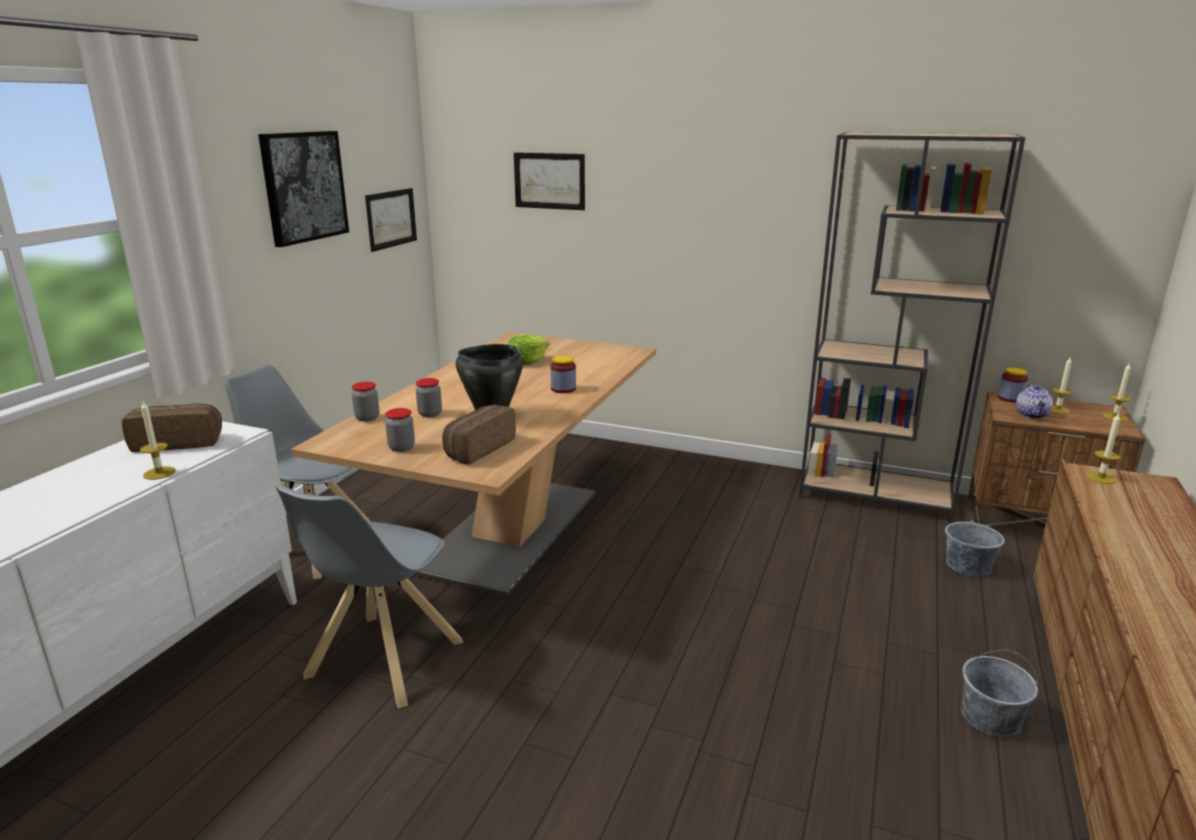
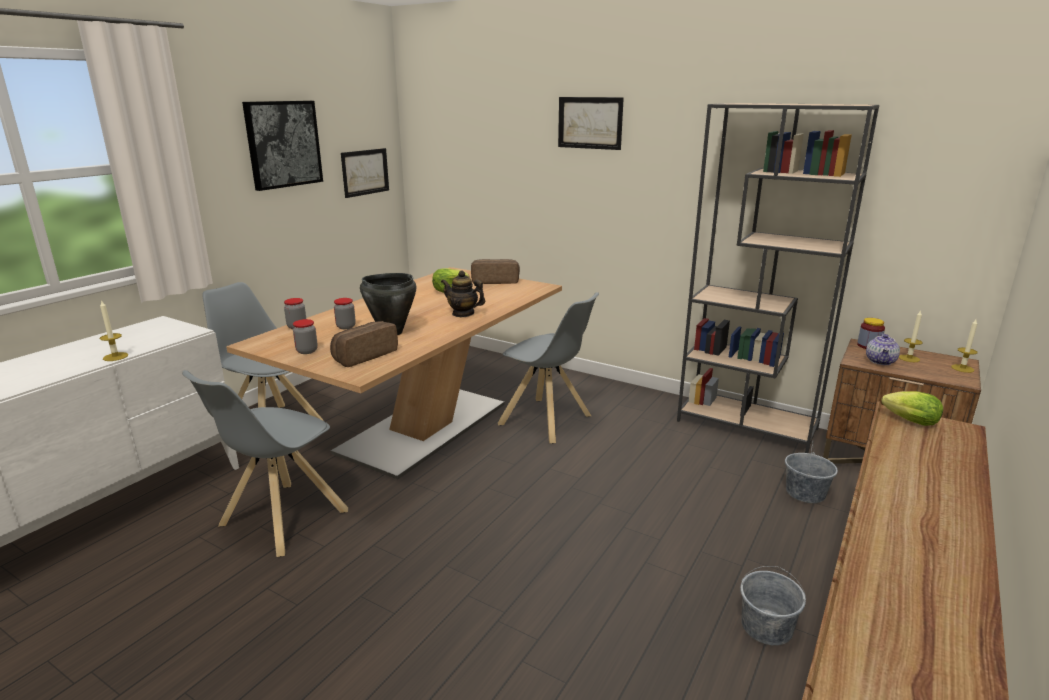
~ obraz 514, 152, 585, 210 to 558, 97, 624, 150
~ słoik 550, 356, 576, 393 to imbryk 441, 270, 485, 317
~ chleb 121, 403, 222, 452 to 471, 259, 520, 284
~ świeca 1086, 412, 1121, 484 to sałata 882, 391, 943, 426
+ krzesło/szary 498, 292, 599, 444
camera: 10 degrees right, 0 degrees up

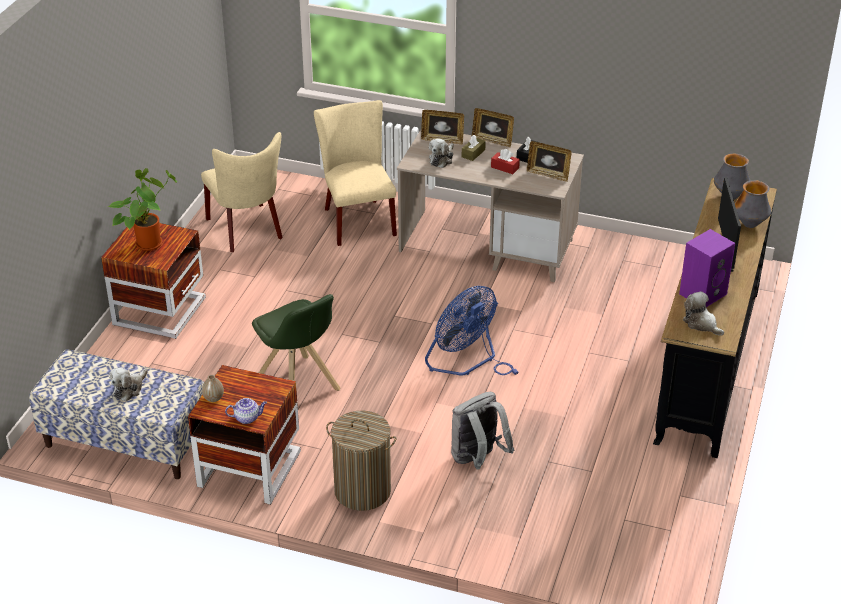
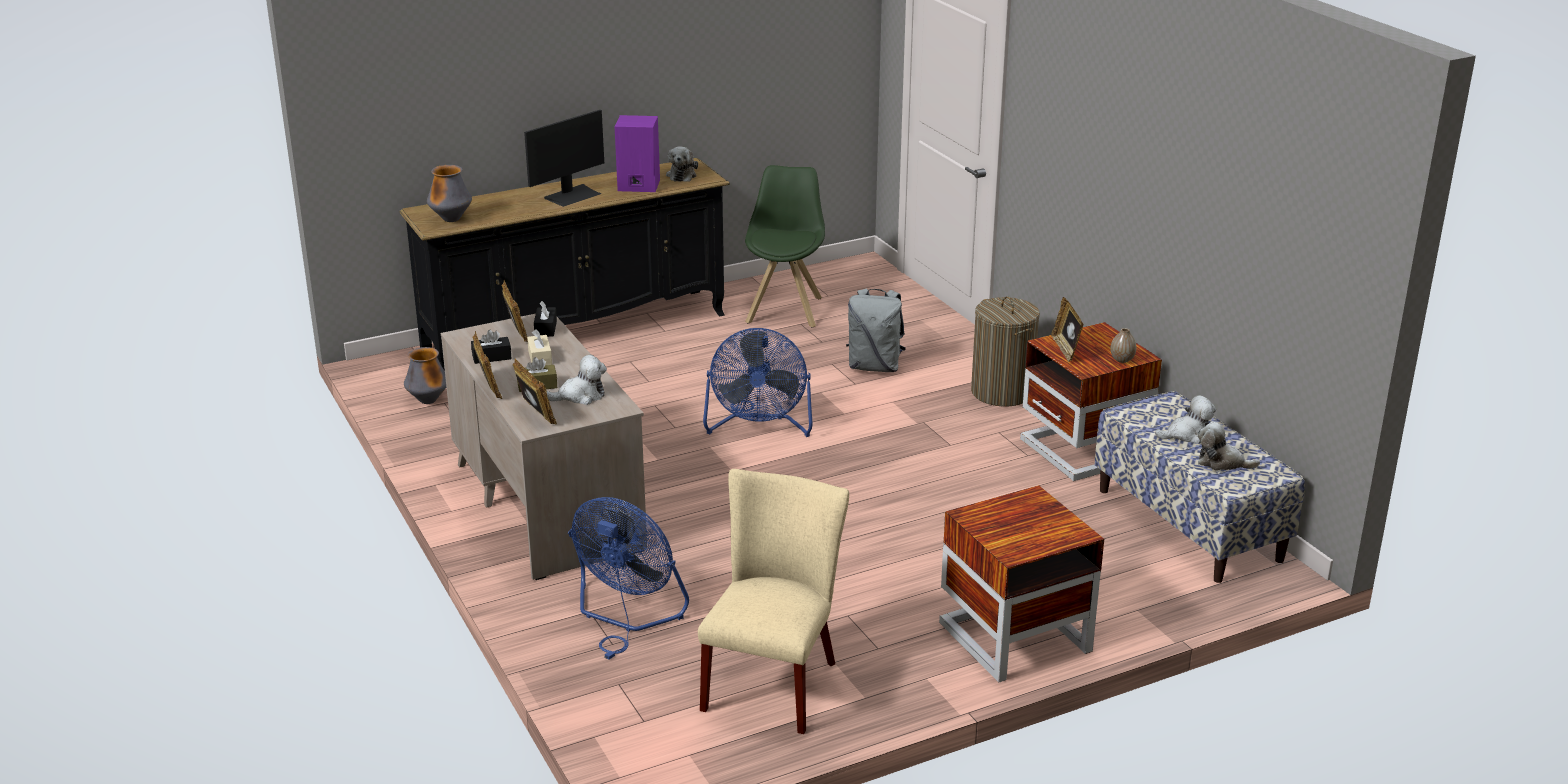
~ krzesło/beżowy 314, 100, 397, 246 to wentylator/niebieski 568, 497, 689, 660
~ pudełko chusteczek/czerwony 491, 149, 520, 174 to pudełko chusteczek/beżowy 527, 329, 552, 365
- roślina doniczkowa 108, 168, 177, 251
~ wazon 735, 180, 771, 228 to 404, 347, 446, 404
~ krzesło/zielony 252, 294, 340, 391 to 745, 165, 825, 328
- imbryk 225, 398, 267, 424
+ ramka na zdjęcie 1051, 297, 1084, 362
+ pudełko chusteczek/czarny 534, 301, 557, 337
+ pluszak 1198, 421, 1260, 471
camera: 135 degrees left, 10 degrees down

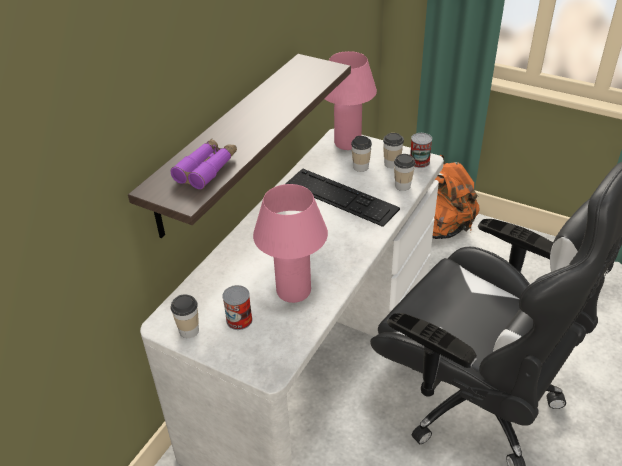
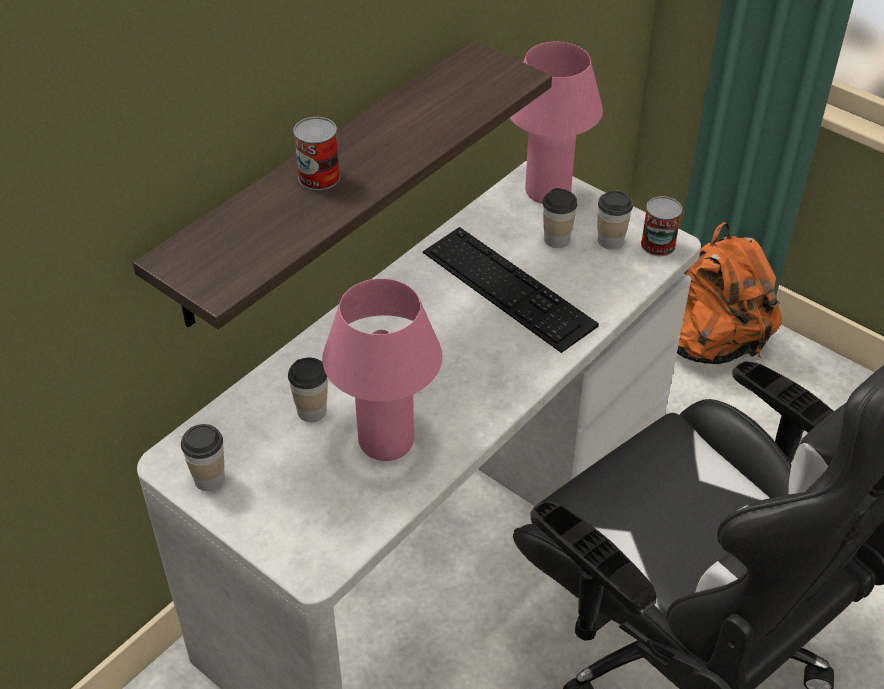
- lornetka/fioletowy 171, 139, 237, 189
~ filiżanka 394, 154, 415, 191 to 288, 357, 328, 422
~ puszka 222, 285, 253, 330 to 293, 117, 340, 190
camera: 10 degrees right, 5 degrees up

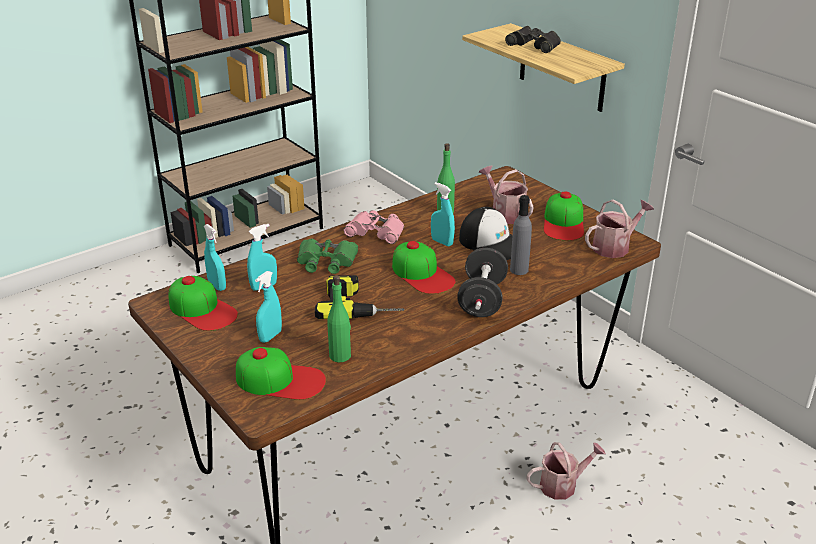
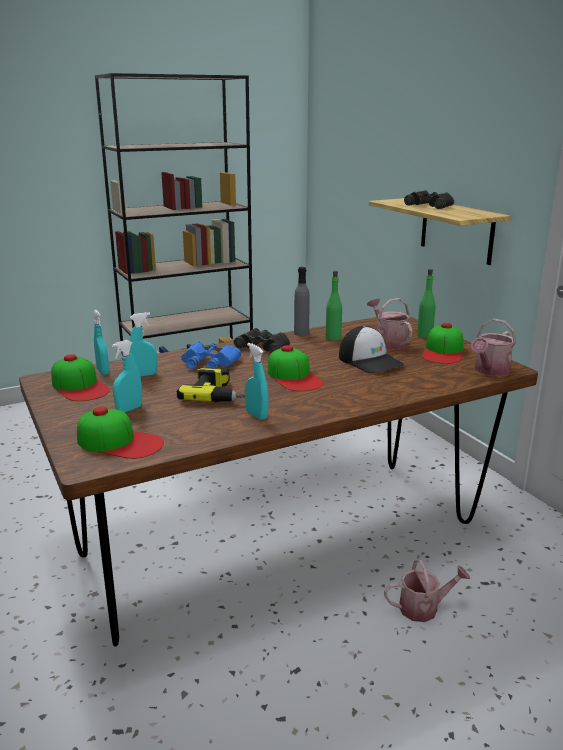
~ spryskiwacz/turkusowy 431, 182, 455, 246 to 245, 343, 269, 420
~ butelka/szary 510, 195, 532, 275 to 294, 267, 310, 336
~ konewka 585, 199, 654, 258 = 471, 318, 516, 376 150 degrees clockwise
~ lornetka/różowy 344, 210, 404, 244 to lornetka/czarny 234, 328, 290, 353
~ lornetka/zielony 297, 239, 358, 274 to lornetka/niebieski 181, 342, 241, 369
- hantel/czarny 457, 248, 508, 317
~ butelka/zielony 327, 275, 351, 362 to 417, 269, 435, 338
camera: 10 degrees right, 10 degrees down

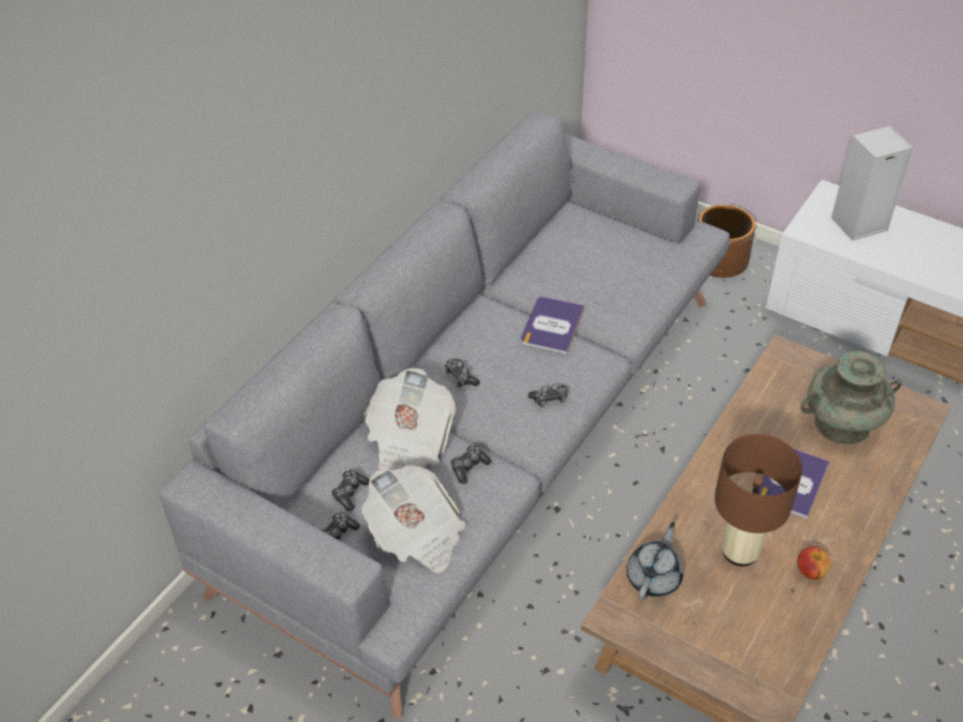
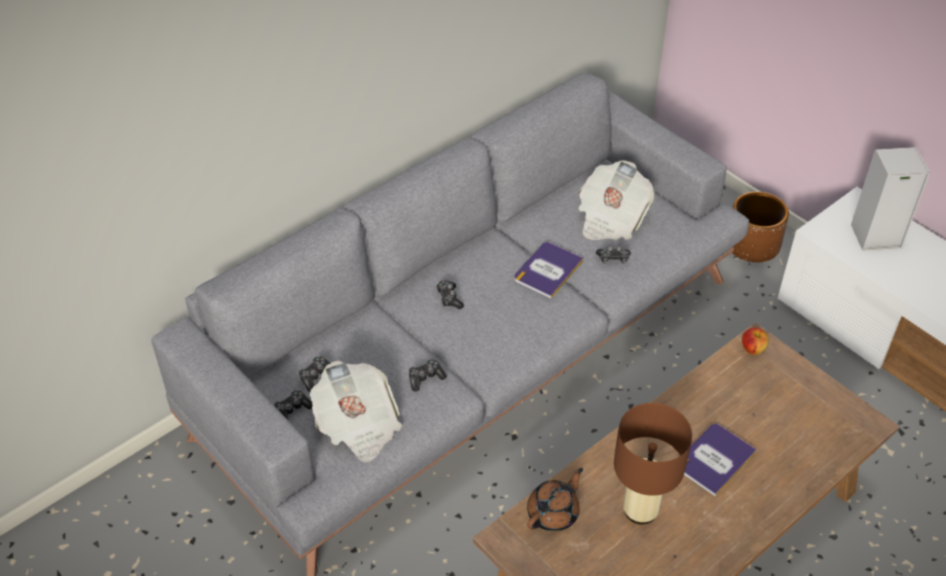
- wazon/turkusowy 800, 351, 902, 445
~ gazeta 364, 368, 456, 470 to 578, 160, 654, 240
~ pad do gier 528, 384, 568, 408 to 596, 246, 631, 264
~ imbryk/szary 626, 522, 684, 600 to imbryk/brązowy 527, 468, 583, 532
~ jabłko 797, 546, 830, 580 to 742, 328, 769, 355
camera: 15 degrees right, 0 degrees up

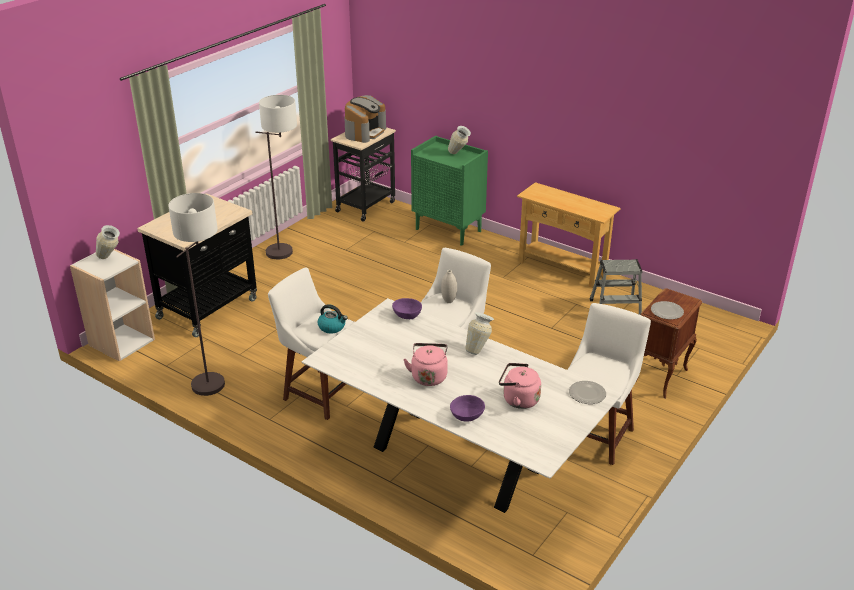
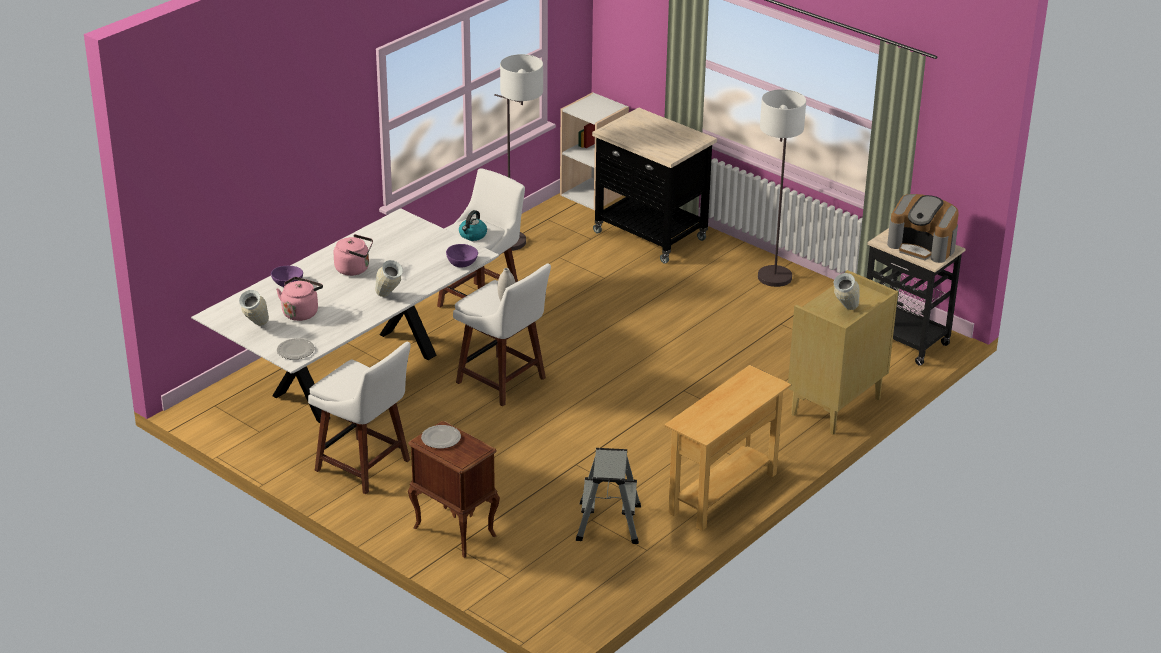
~ szafka/zielony 411, 136, 488, 246 to szafka/beżowy 788, 270, 898, 434
~ wazon 96, 225, 120, 259 to 239, 290, 269, 326
camera: 95 degrees right, 0 degrees up

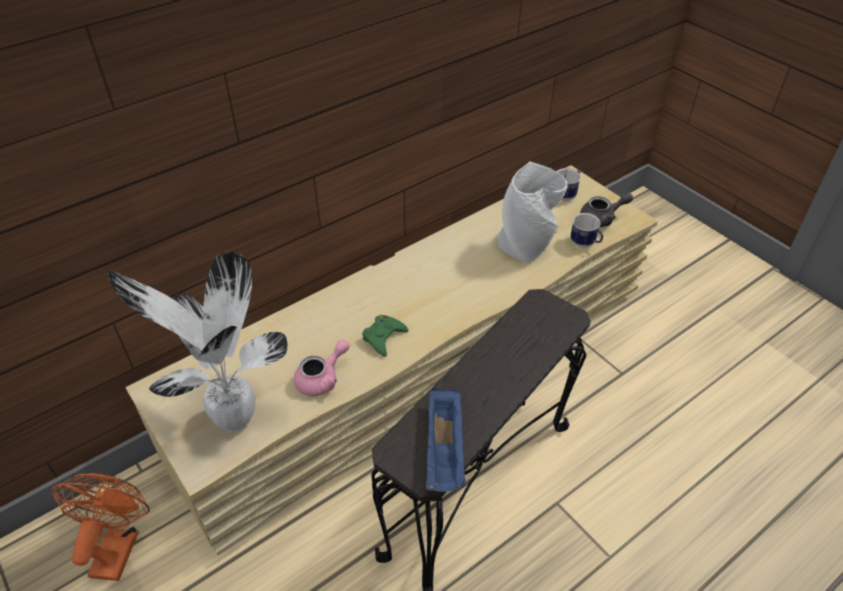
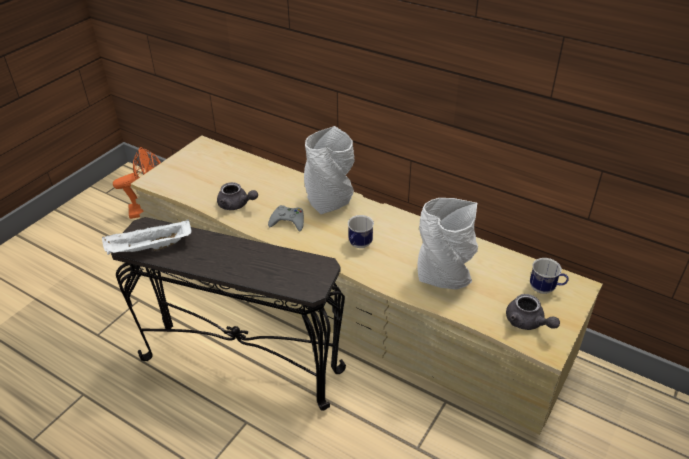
~ kubek 570, 213, 603, 248 to 348, 215, 374, 248
- roślina doniczkowa 108, 252, 288, 432
~ pad do gier/zielony 362, 315, 408, 357 to pad do gier/szary 268, 205, 304, 232
~ imbryk/różowy 294, 340, 349, 396 to imbryk/szary 217, 182, 258, 210
~ taca/niebieski 426, 388, 466, 492 to taca/biały 102, 219, 191, 255
+ wazon/szary 304, 126, 354, 214
camera: 70 degrees right, 5 degrees down

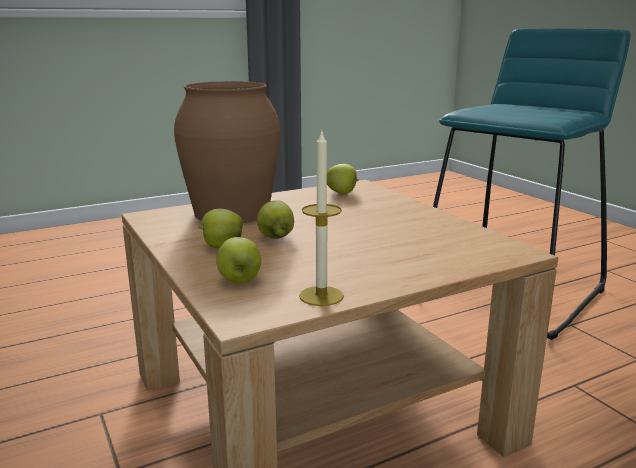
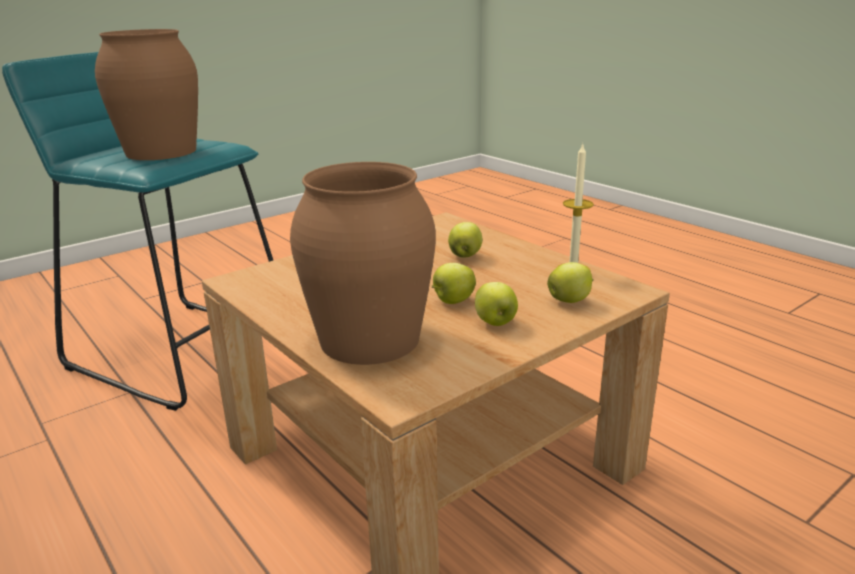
~ jabłko 327, 164, 359, 194 to 448, 222, 482, 258
+ wazon/brązowy 95, 29, 198, 160
camera: 100 degrees left, 5 degrees up

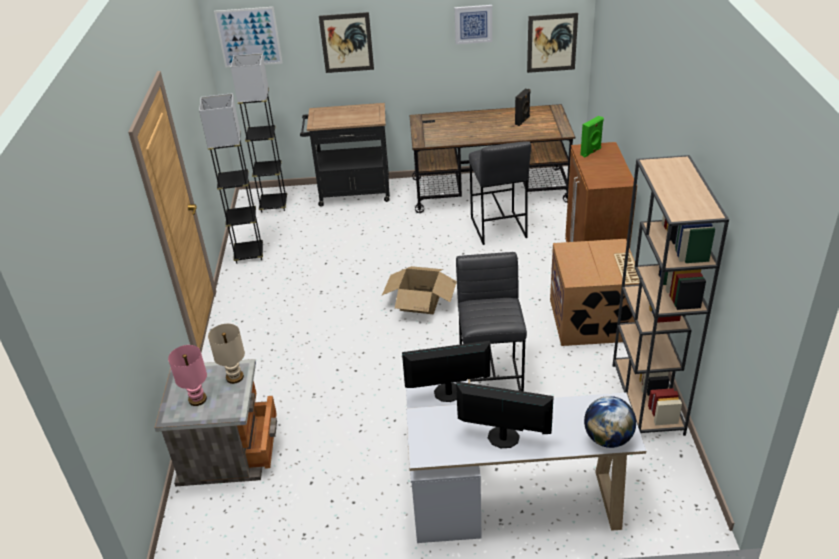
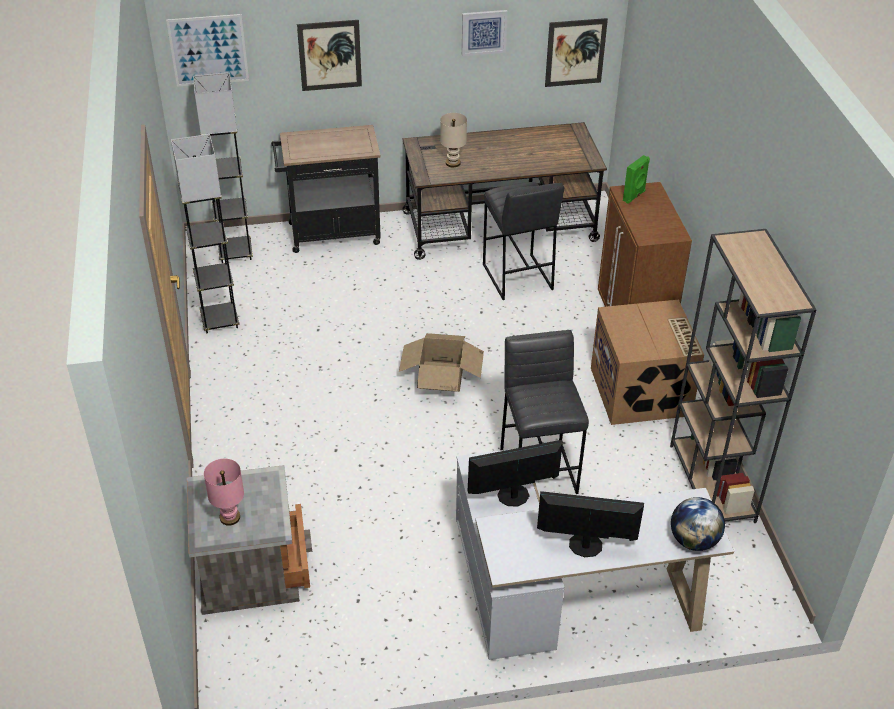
- głośnik/czarny 515, 89, 531, 126
~ lampa stołowa/beżowy 208, 324, 245, 384 to 440, 113, 467, 167
camera: 10 degrees left, 5 degrees up

